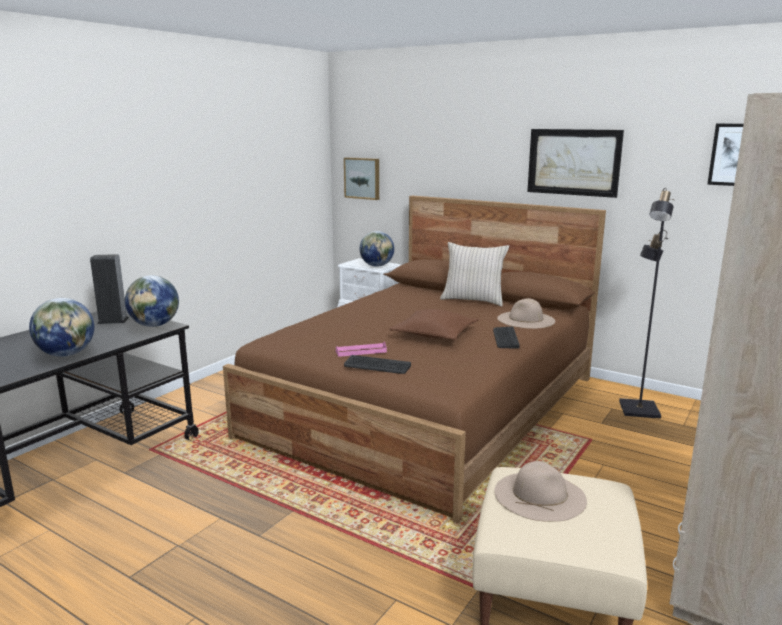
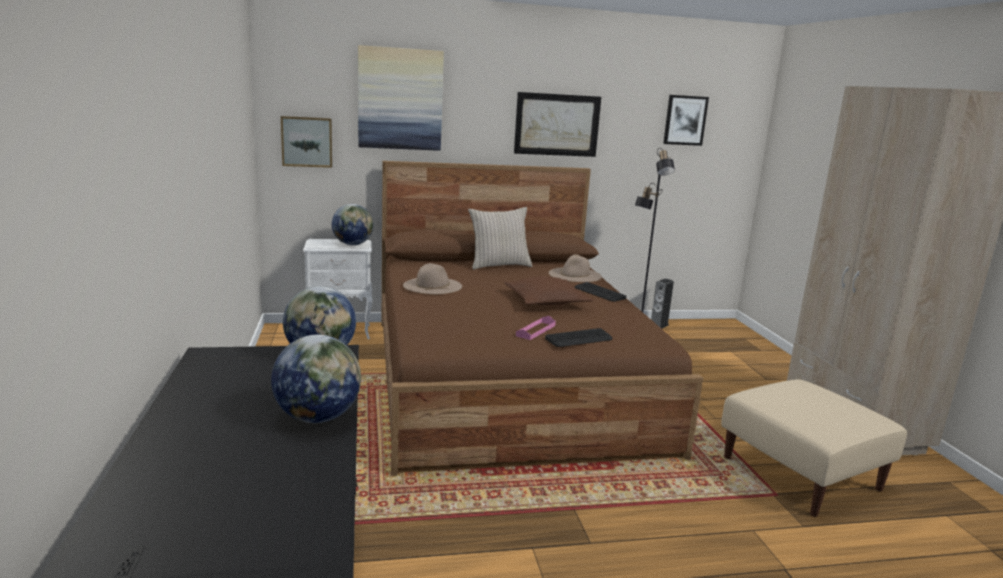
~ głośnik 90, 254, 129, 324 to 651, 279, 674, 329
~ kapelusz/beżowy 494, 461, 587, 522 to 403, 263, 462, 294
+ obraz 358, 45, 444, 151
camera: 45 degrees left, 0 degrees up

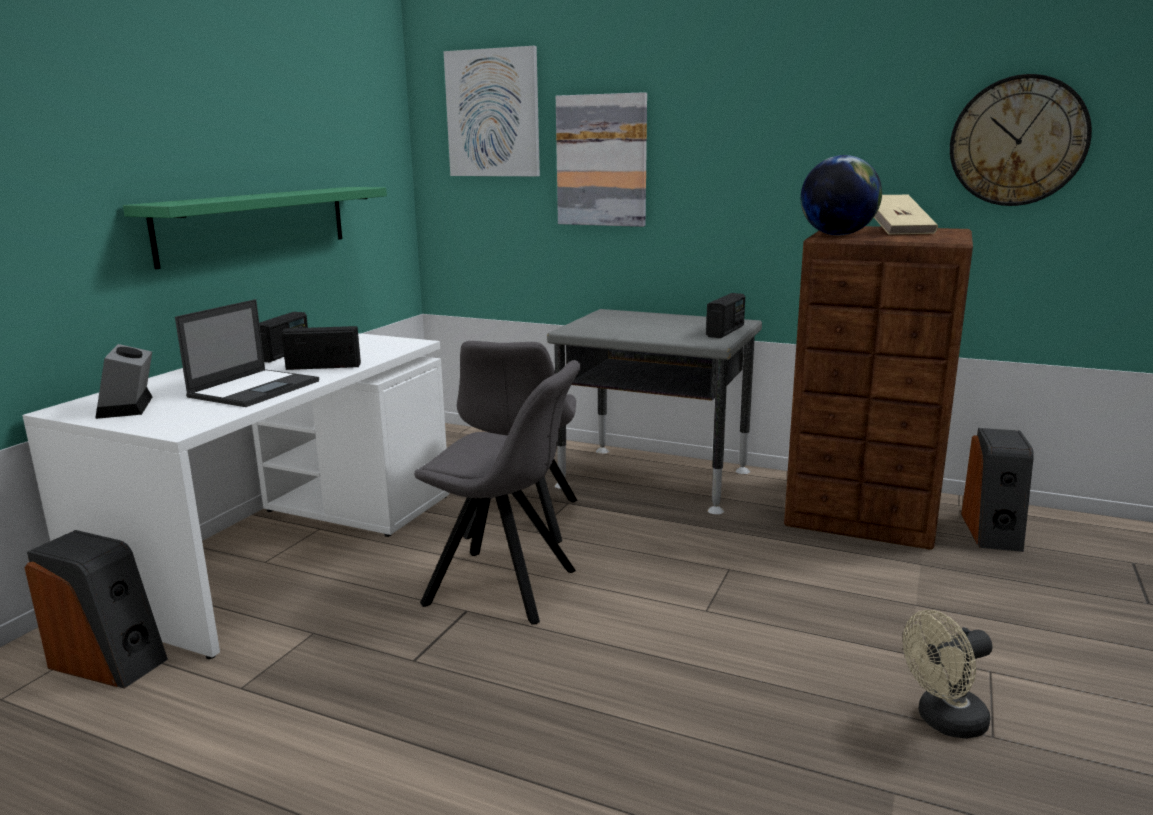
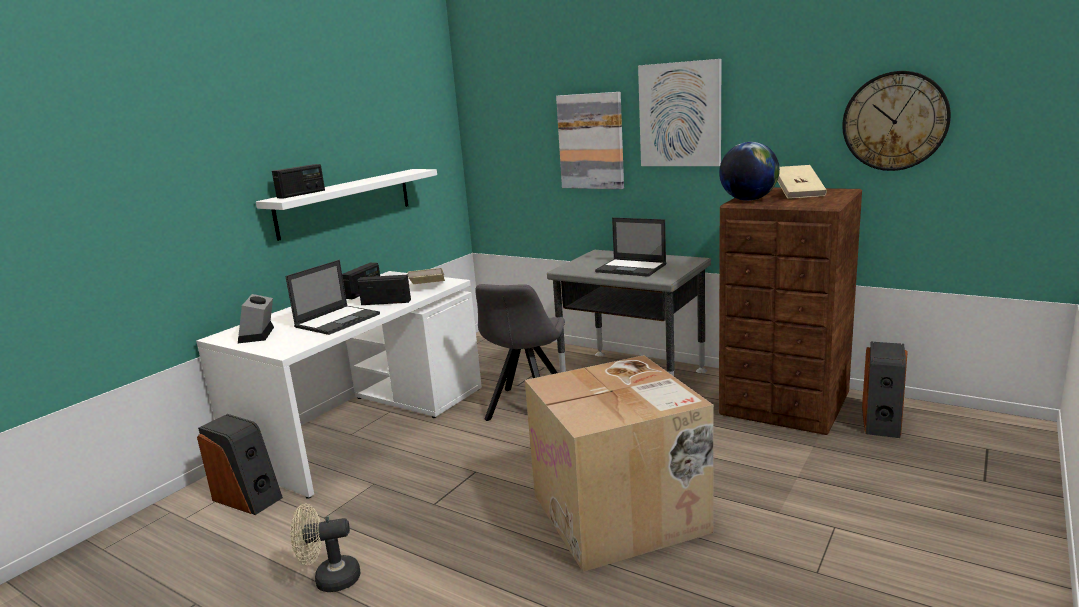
~ obraz 444, 46, 540, 176 to 638, 59, 721, 166
~ półka/zielony 123, 187, 387, 269 to półka/biały 256, 169, 437, 241
~ radio 706, 293, 745, 338 to 272, 164, 325, 199
- krzesło/szary 414, 360, 581, 625
~ wentylator/beżowy 903, 610, 993, 739 to 291, 504, 360, 592
+ laptop 595, 217, 667, 277
+ książka/beżowy 407, 268, 445, 284
+ karton 525, 355, 714, 572
camera: 10 degrees right, 0 degrees up

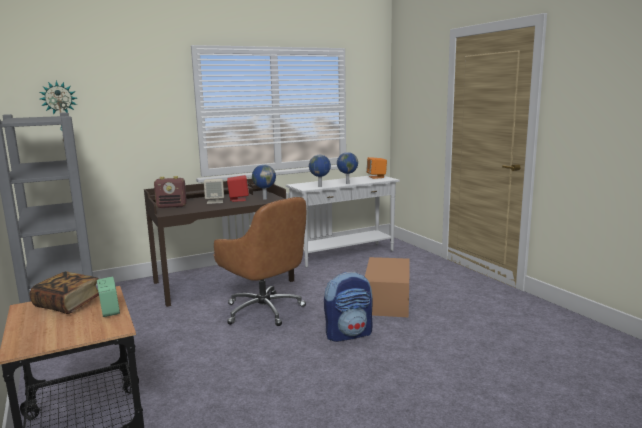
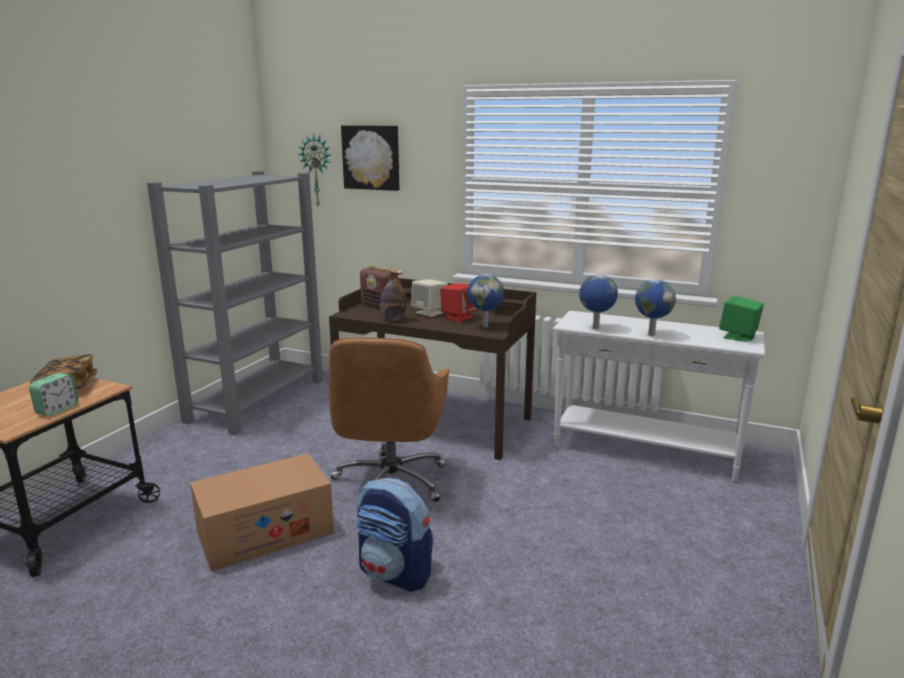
~ głośnik/pomarańczowy 366, 157, 387, 179 to głośnik/zielony 719, 296, 764, 342
~ karton 365, 257, 410, 317 to 190, 453, 334, 571
+ obraz 341, 125, 399, 191
+ butelka 380, 269, 406, 321
camera: 50 degrees right, 5 degrees up

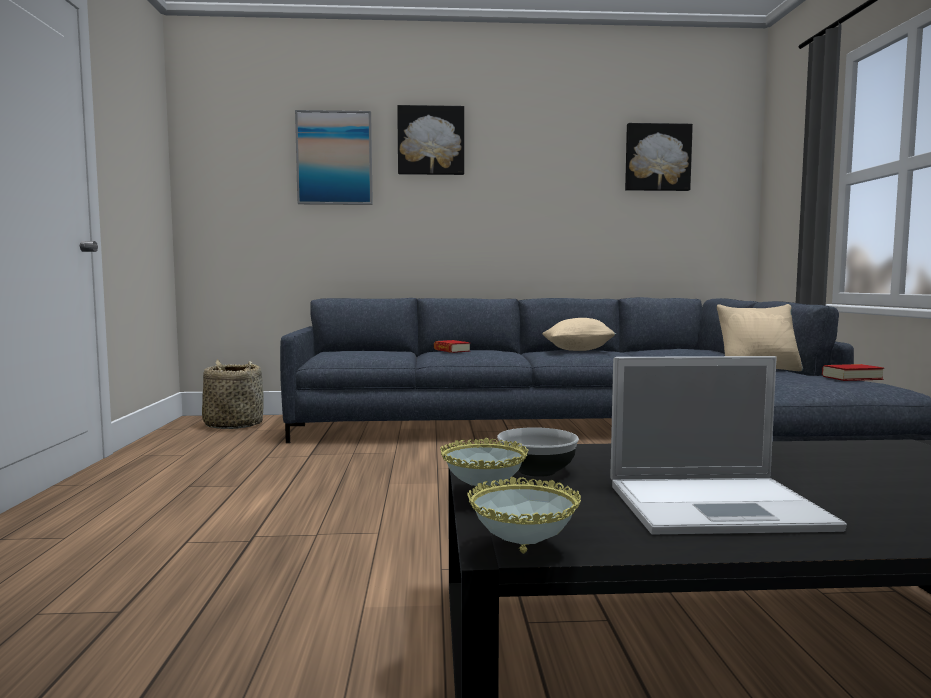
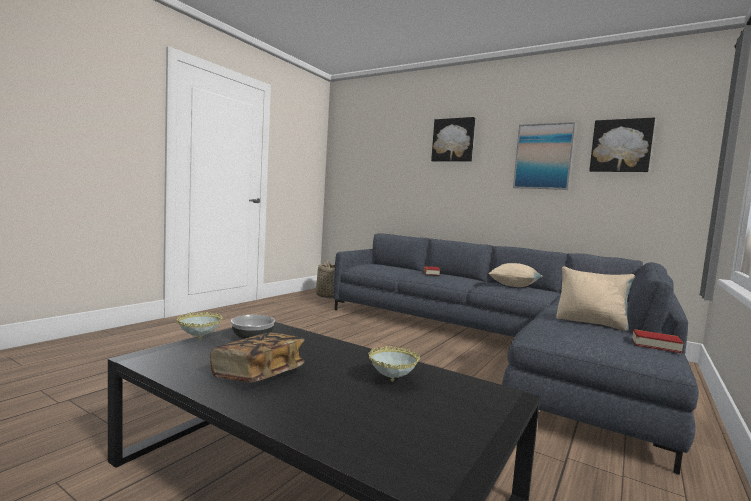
~ obraz 295, 110, 373, 205 to 513, 122, 576, 190
~ laptop 610, 356, 847, 534 to książka 210, 332, 305, 382
~ miska 468, 477, 581, 553 to 369, 346, 420, 382
camera: 35 degrees right, 0 degrees up

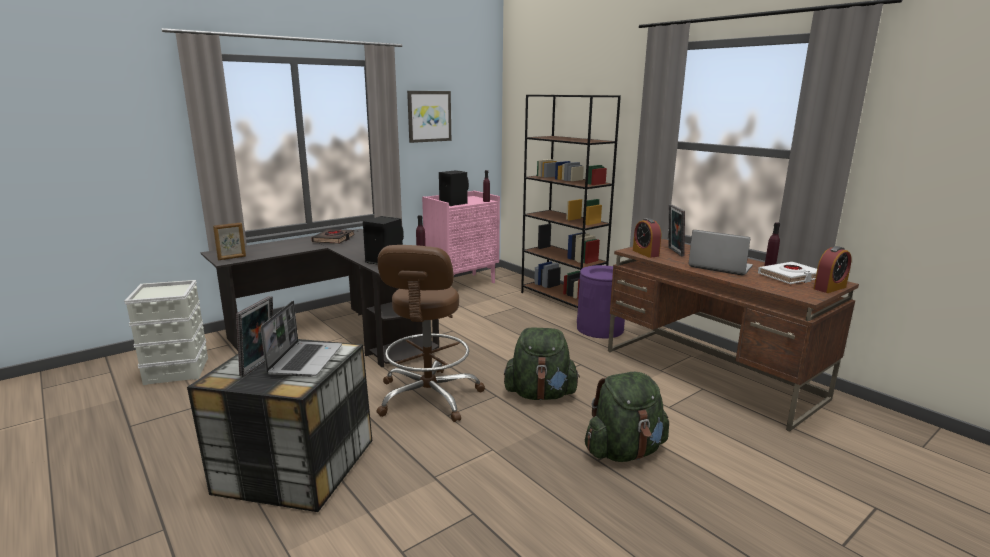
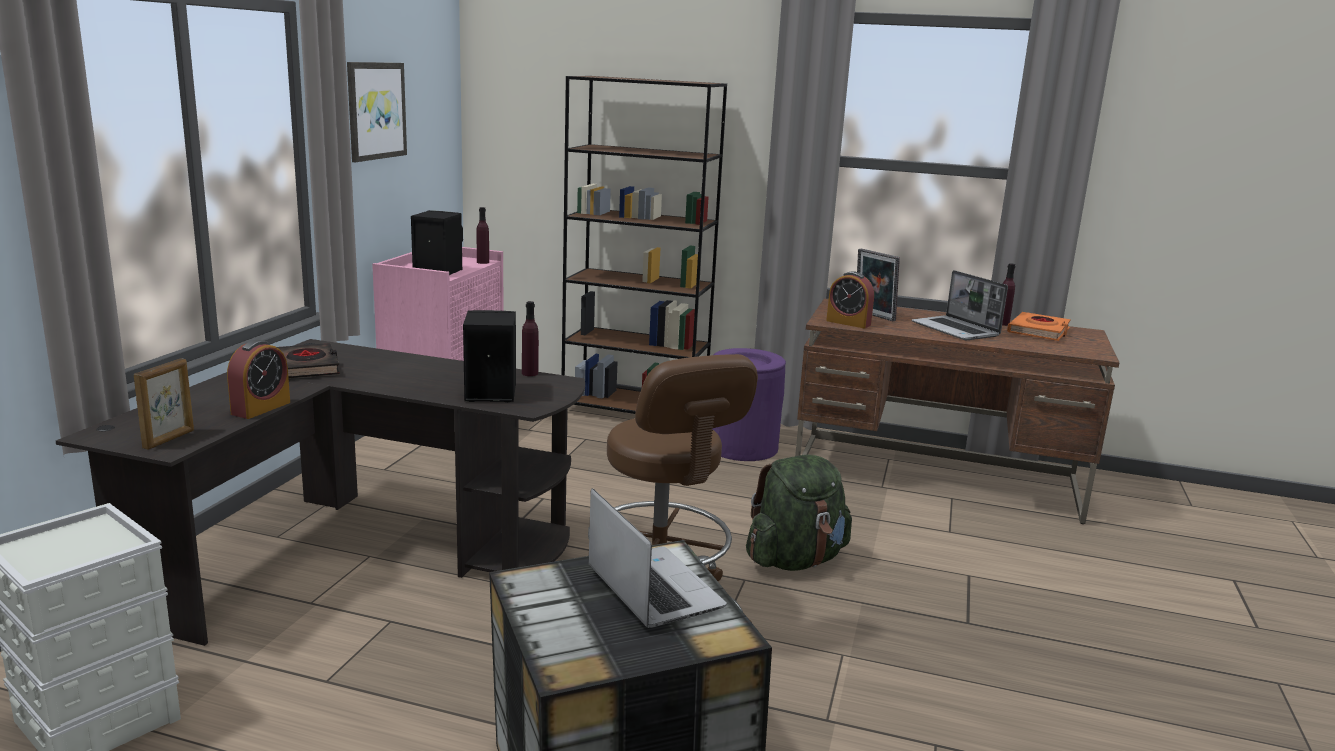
~ laptop 688, 230, 753, 275 = 911, 270, 1008, 340 120 degrees counterclockwise
~ budzik 814, 246, 851, 293 to 227, 340, 290, 419
~ książka/biały 758, 262, 817, 284 to książka/pomarańczowy 1007, 312, 1071, 341
- ramka na zdjęcie 236, 296, 273, 377
- plecak/zielony 585, 372, 669, 462
camera: 35 degrees left, 0 degrees up

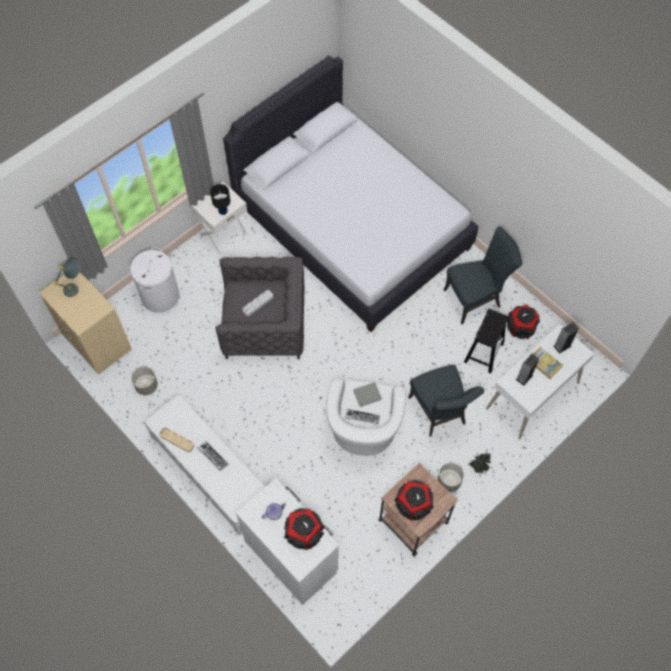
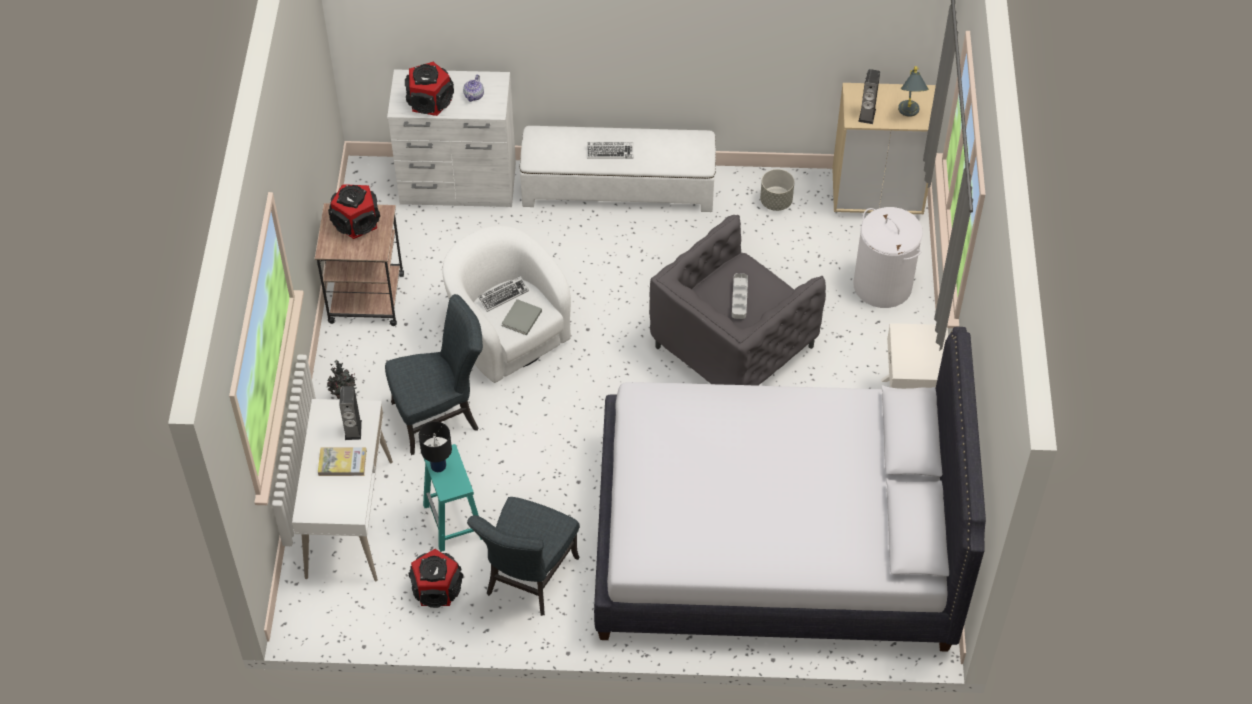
~ lampa stołowa/czarny 210, 184, 230, 215 to 419, 421, 452, 472
~ stołek/czarny 464, 309, 508, 373 to stołek/turkusowy 423, 444, 482, 552
~ głośnik 553, 322, 579, 354 to 858, 69, 880, 124
~ krzesło/szary 408, 365, 484, 437 = 385, 294, 483, 455 135 degrees clockwise
- taca/beżowy 159, 427, 194, 452
- donica/szary 437, 463, 464, 492
camera: 135 degrees right, 10 degrees down

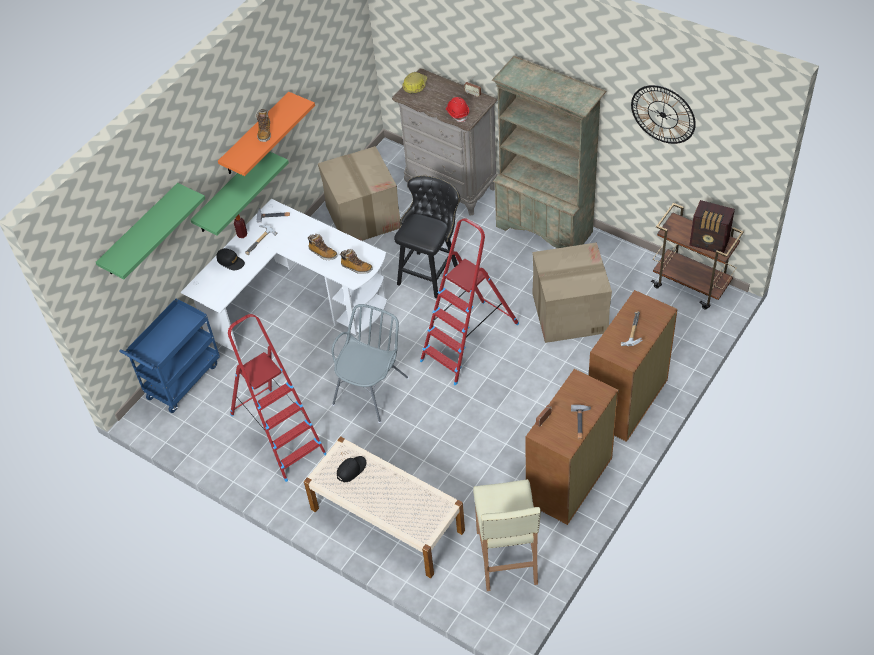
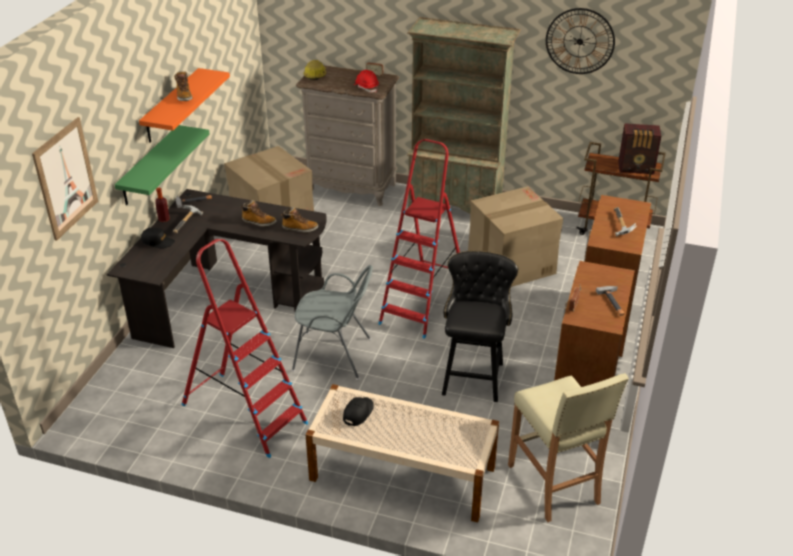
~ stołek/czarny 394, 176, 460, 299 to 442, 251, 519, 402
~ półka/zielony 96, 183, 205, 279 to obraz 32, 117, 98, 241
~ biurko/biały 181, 199, 387, 353 to biurko/czarny 107, 189, 327, 348
- wózek/niebieski 119, 299, 220, 413
~ krzesło/szary 332, 304, 409, 423 = 291, 265, 373, 380 90 degrees clockwise
camera: 20 degrees left, 15 degrees down

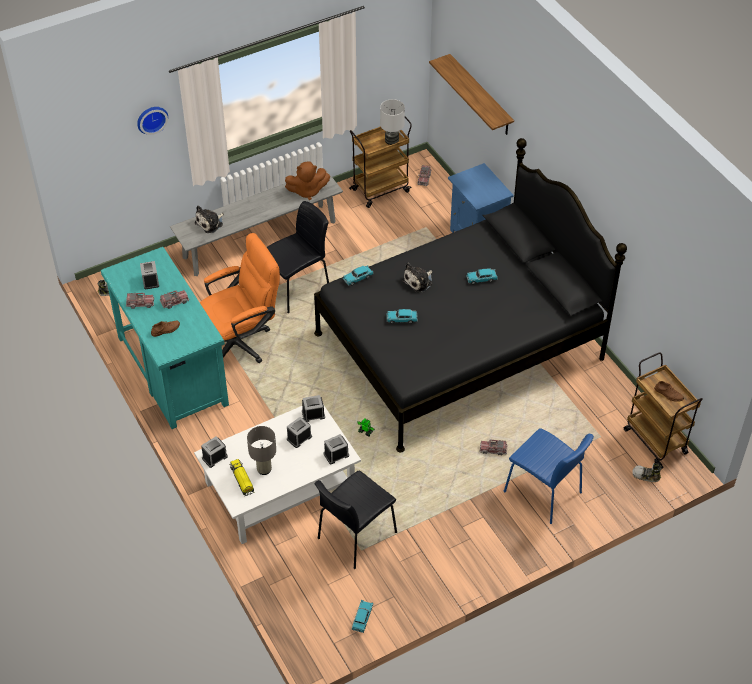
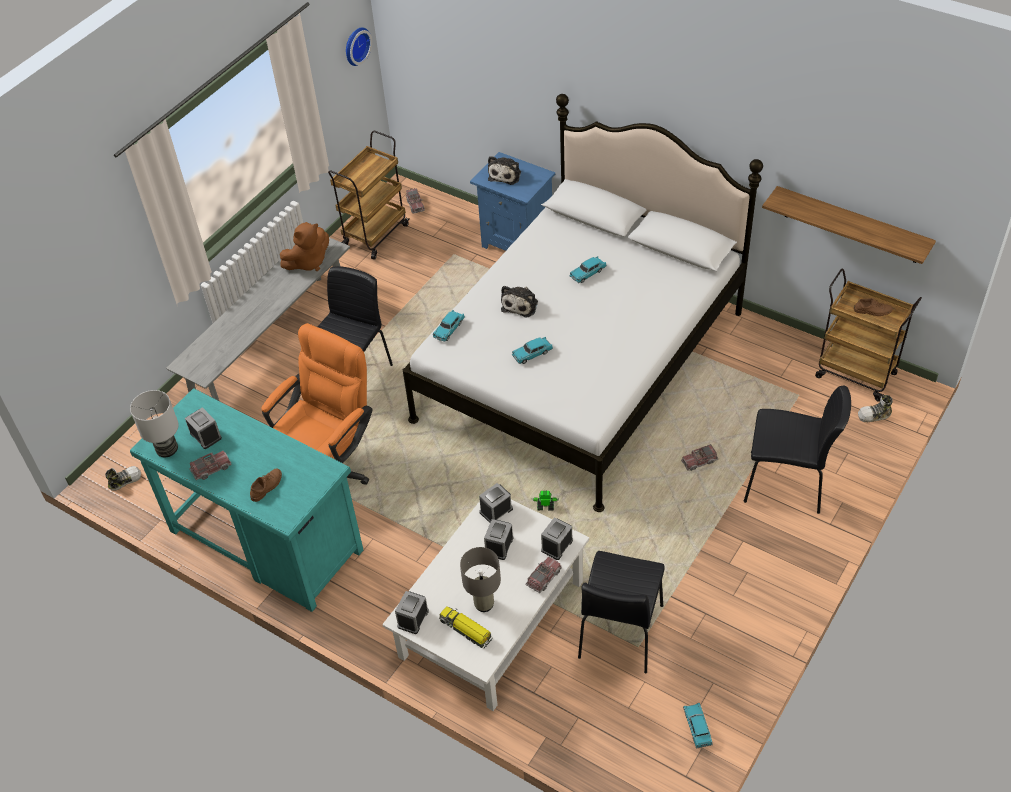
~ półka 429, 54, 514, 135 to 762, 186, 936, 264
~ lampa stołowa/szary 380, 99, 405, 145 to 130, 390, 179, 457
~ zegar ścienny 137, 107, 168, 135 to 346, 27, 372, 66
~ łóżko/czarny 314, 138, 627, 452 to łóżko/biały 403, 94, 763, 512
~ pluszak 195, 206, 224, 233 to 488, 156, 521, 185
~ ciężarówka zabawkowa 160, 290, 189, 309 to 526, 557, 562, 593
~ krzesło/niebieski 504, 428, 594, 524 to krzesło/czarny 744, 386, 851, 514
camera: 25 degrees left, 0 degrees up

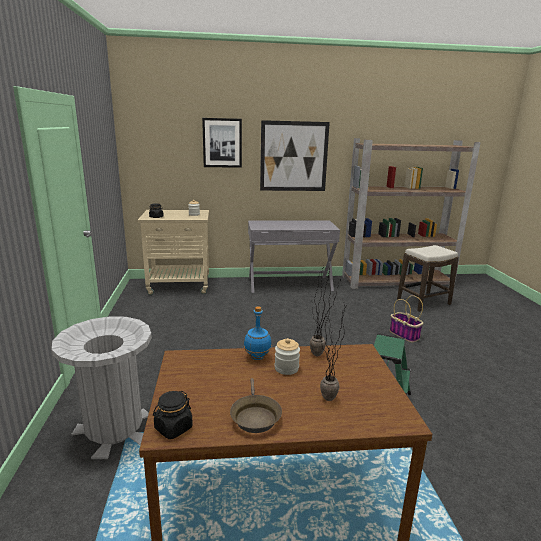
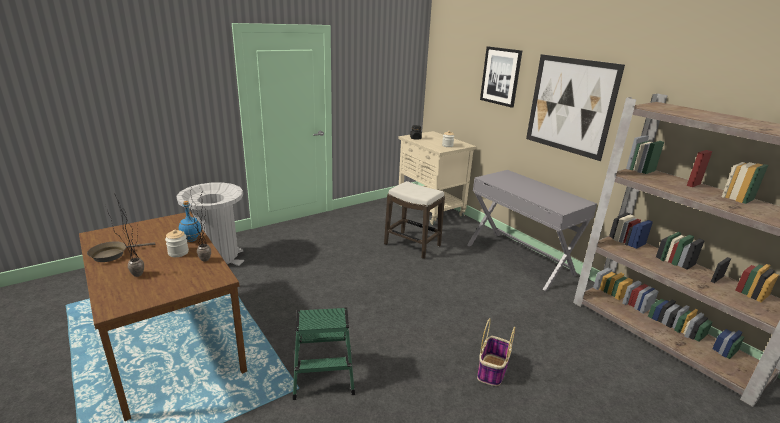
~ stołek 397, 245, 459, 312 to 384, 181, 445, 259
- słoik/czarny 153, 391, 193, 439
camera: 60 degrees right, 5 degrees up

